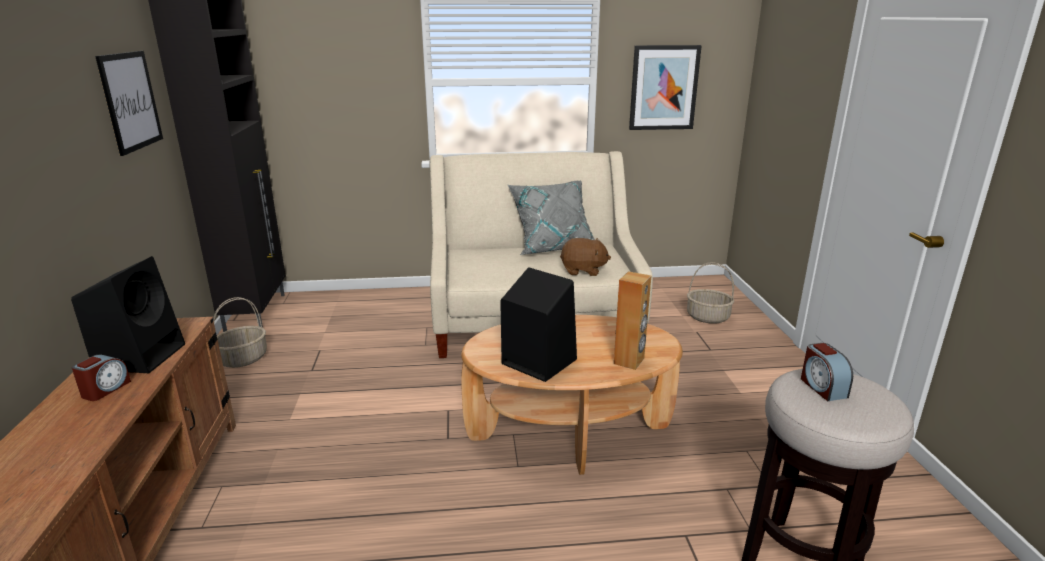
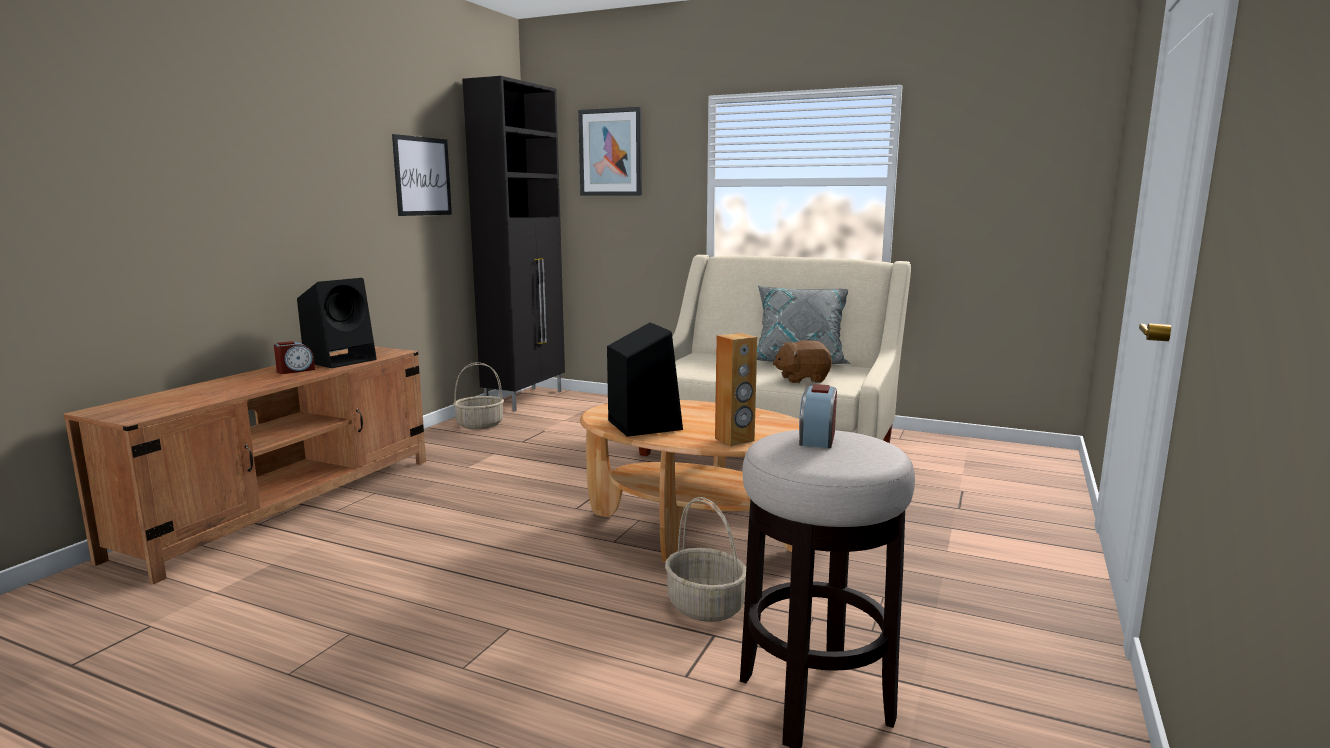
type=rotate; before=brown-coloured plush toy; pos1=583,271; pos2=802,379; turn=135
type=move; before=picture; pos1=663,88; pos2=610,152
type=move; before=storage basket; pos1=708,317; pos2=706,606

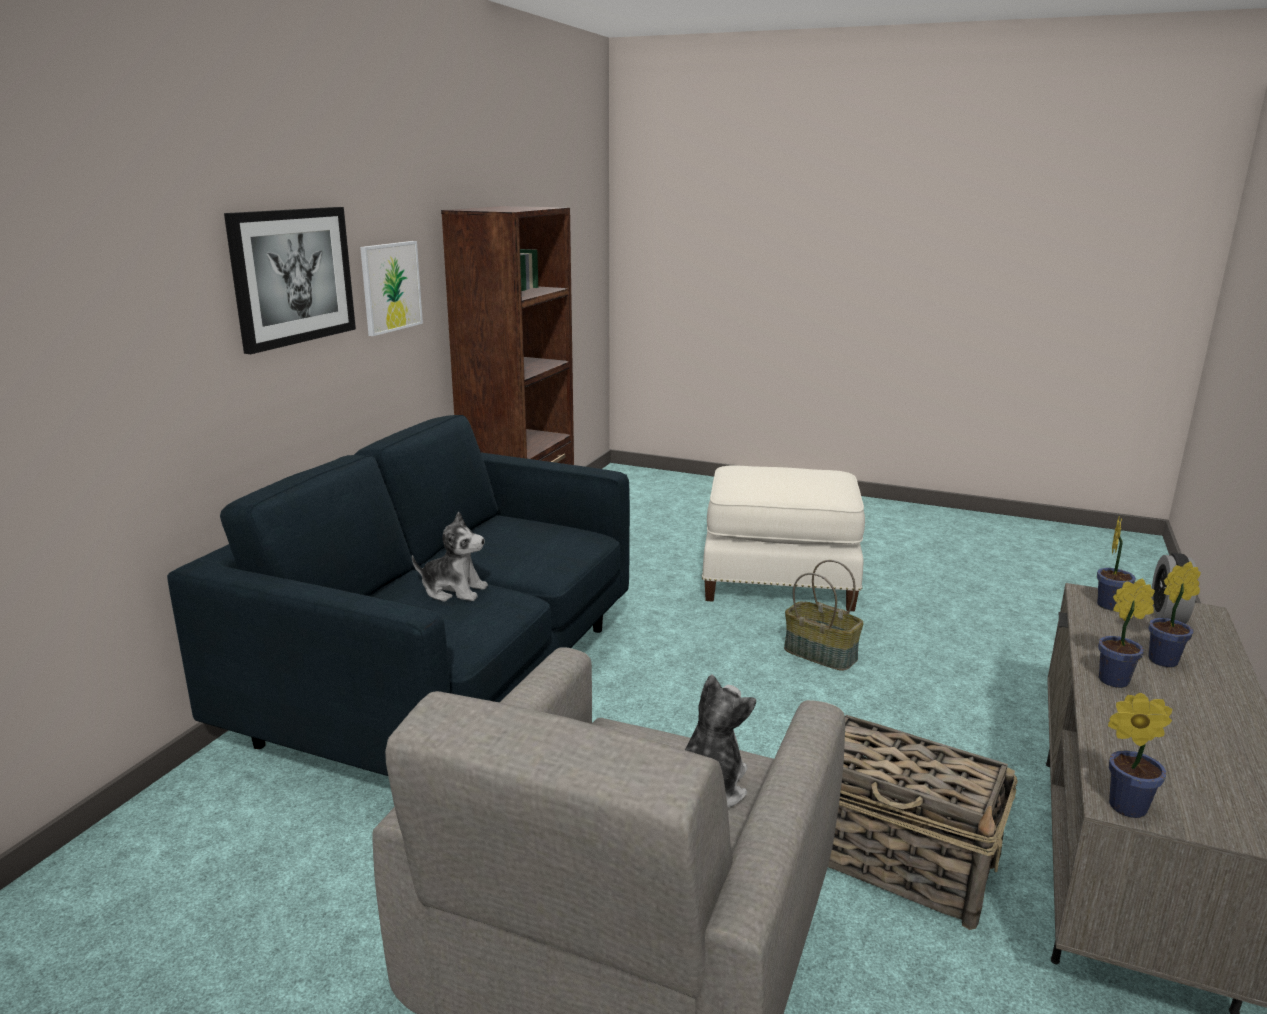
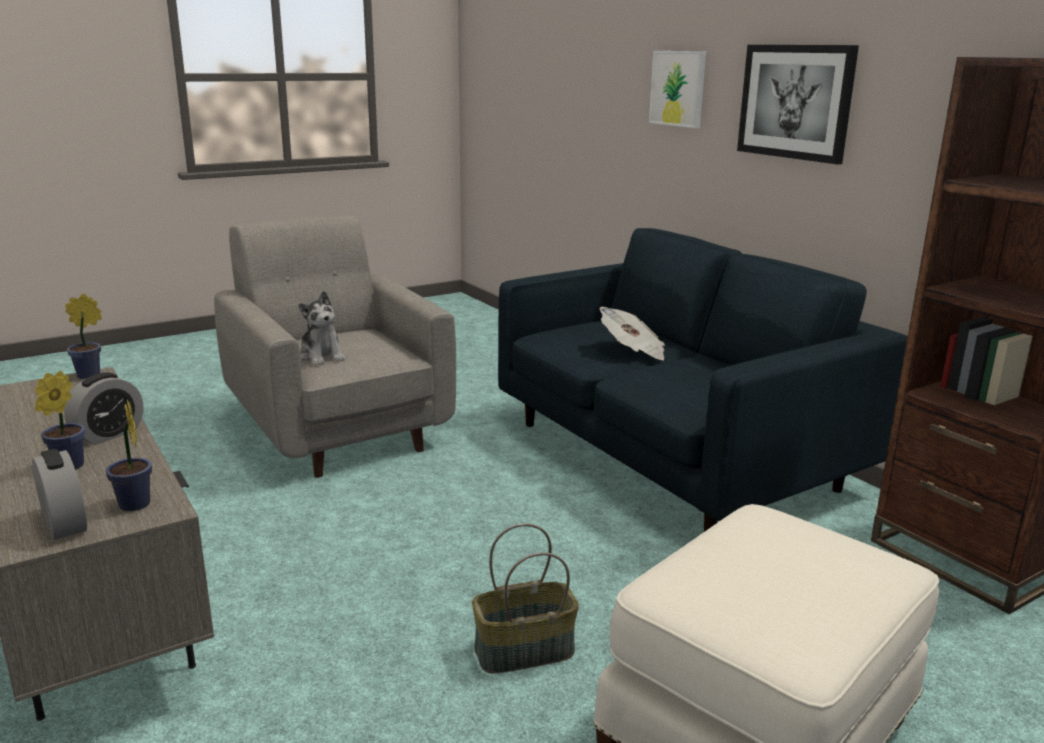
type=move; before=picture; pos1=390,287; pos2=678,88
type=replace; before=plush toy; after=printed paper; pos1=454,590; pos2=633,351
type=delete; before=storage basket; pos1=899,862
type=replace; before=houseplant; after=table clock; pos1=1117,681; pos2=108,434

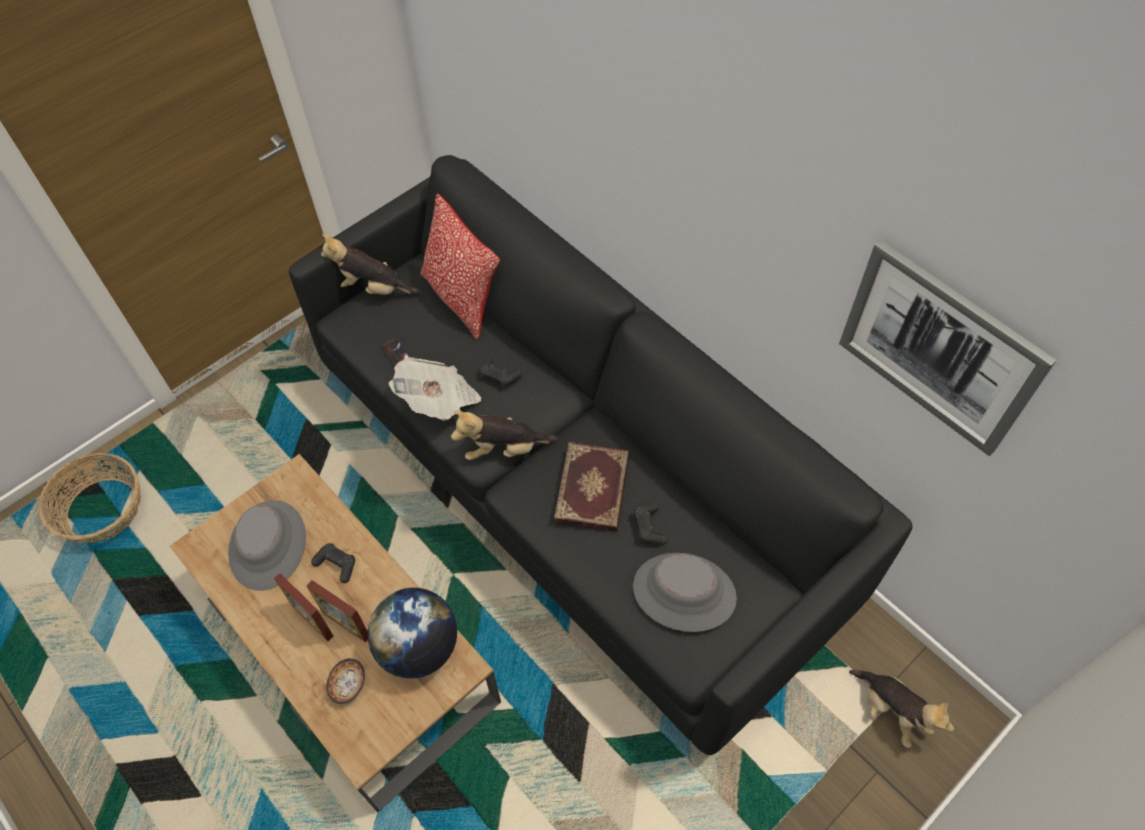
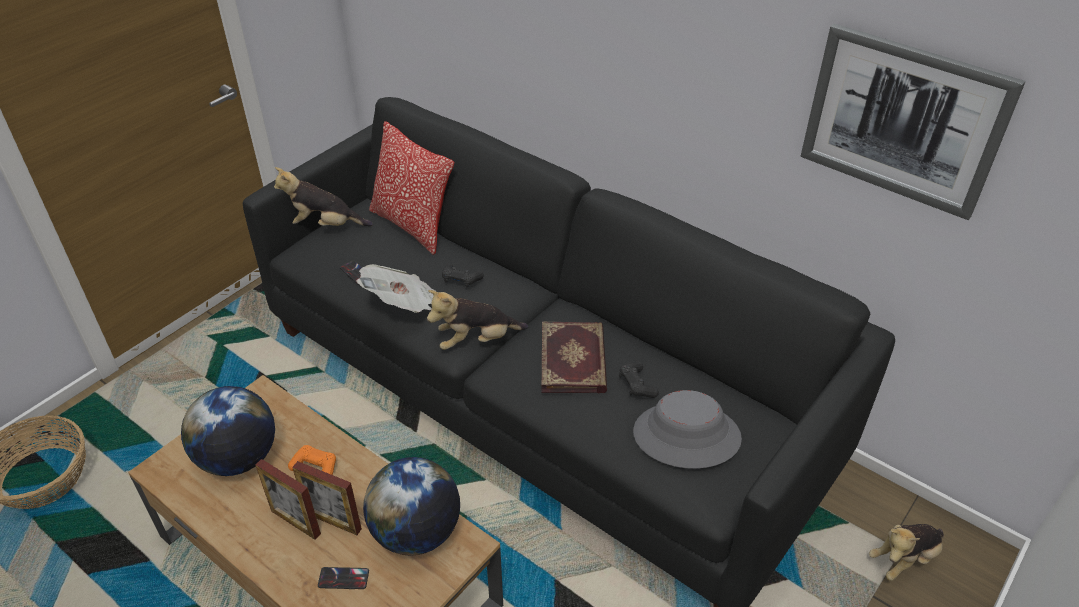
type=replace; before=greyish clothing hat; after=globe; pos1=268,545; pos2=238,458
type=recolor; before=blackish game controller; after=orange game controller; pos1=336,565; pos2=315,467
type=replace; before=deep dish; after=telephone; pos1=348,684; pos2=343,578
type=rotate; before=plush toy; pos1=891,712; pos2=904,559; turn=105

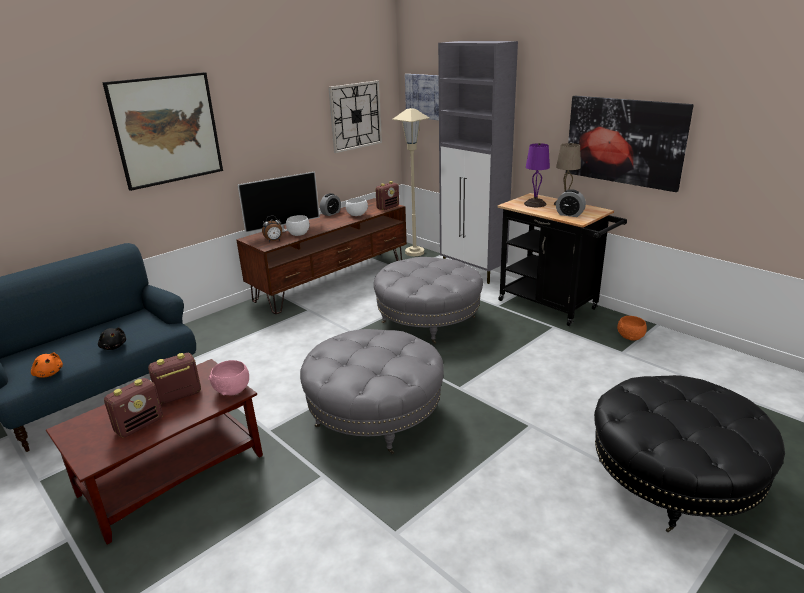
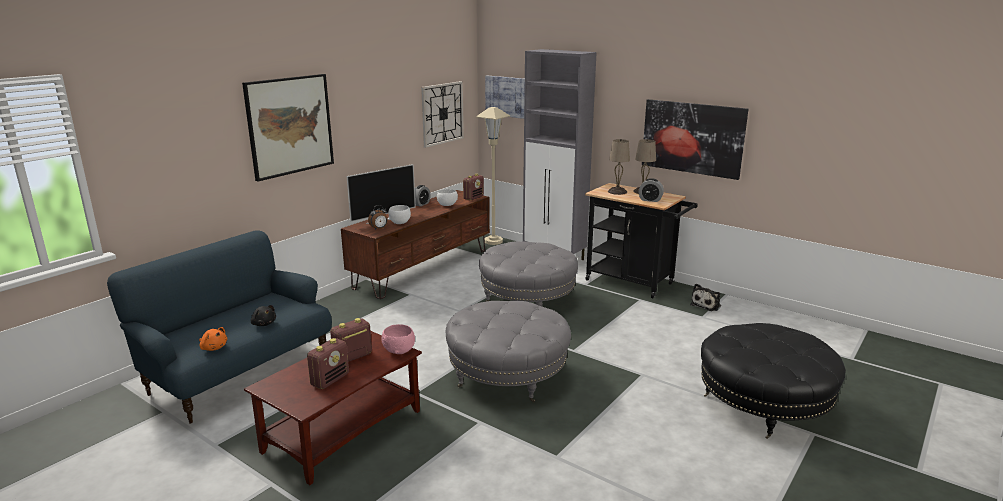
type=recolor; before=purple-coloured tabletop lamp; after=beige tabletop lamp; pos1=535,204; pos2=617,192
type=replace; before=orange deep dish; after=plush toy; pos1=631,337; pos2=706,305

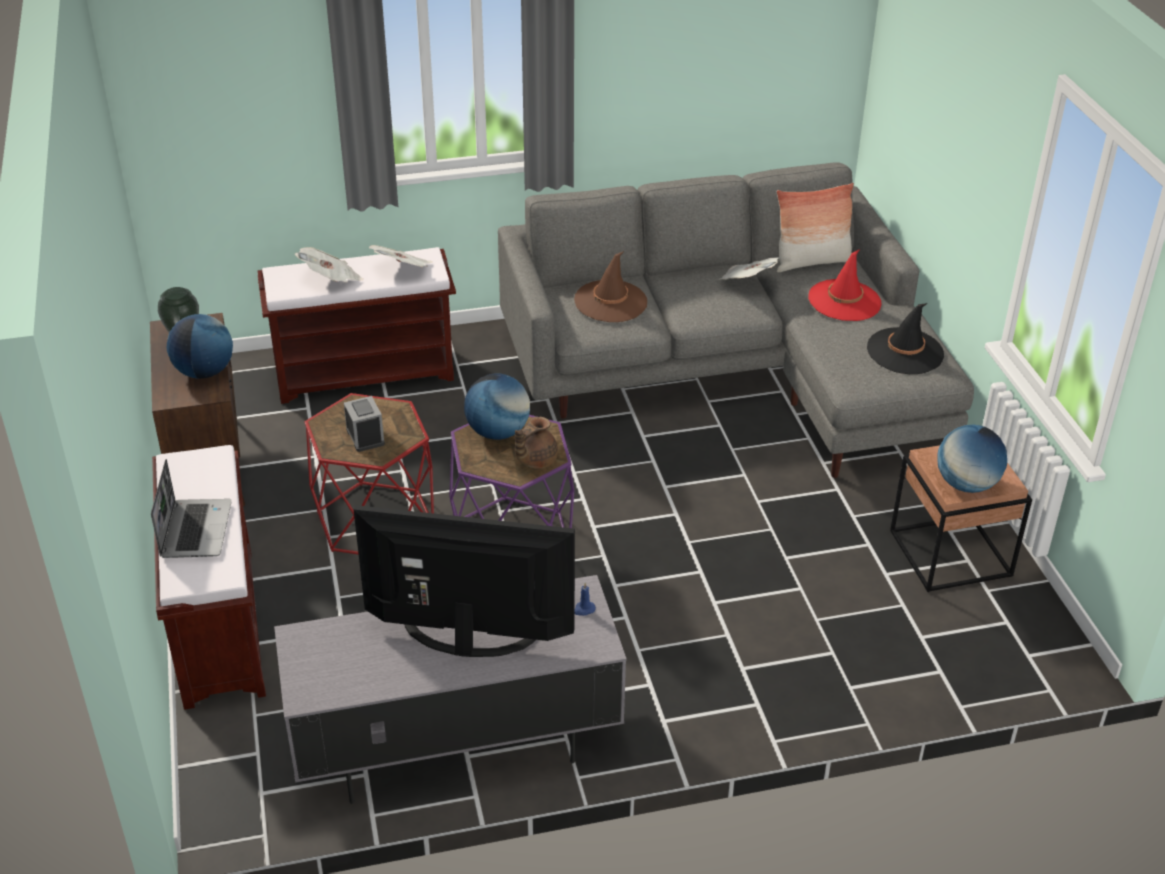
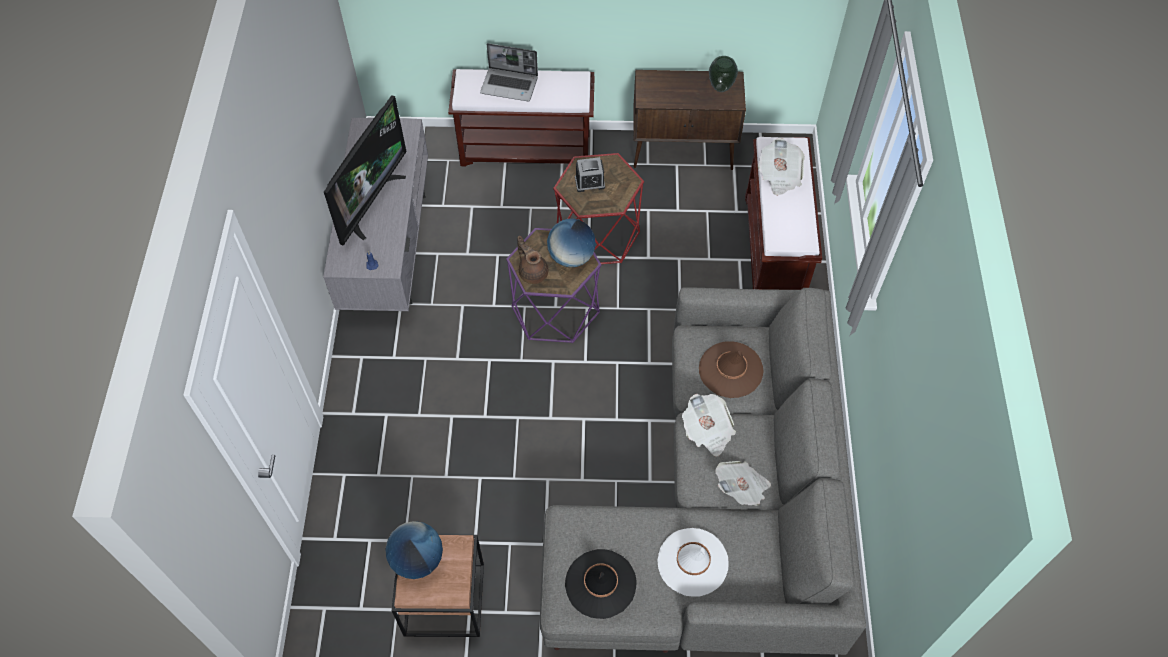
type=delete; before=globe; pos1=204,372
type=move; before=printed paper; pos1=403,270; pos2=707,431
type=delete; before=pillow; pos1=812,262
type=recolor; before=red clothing hat; after=whitish clothing hat; pos1=844,301; pos2=692,562

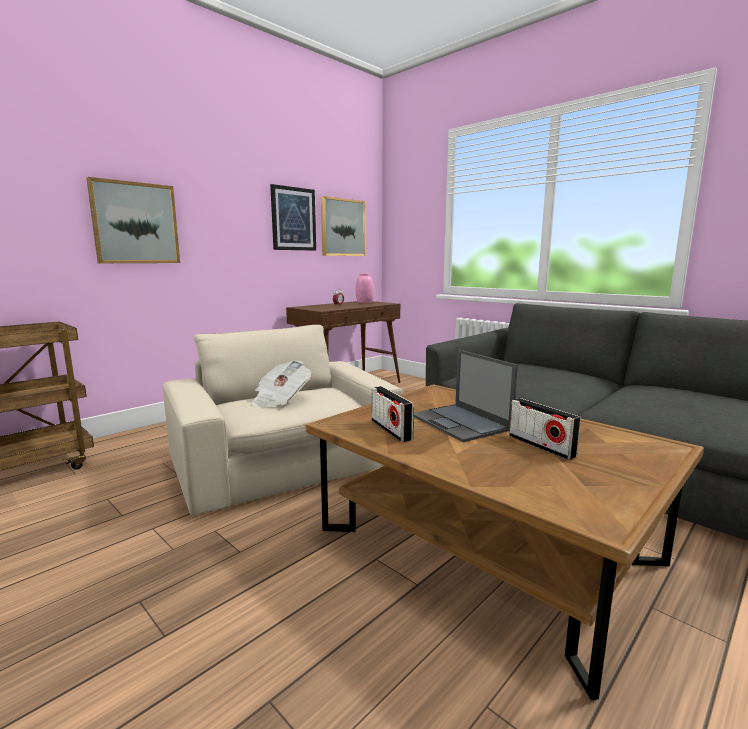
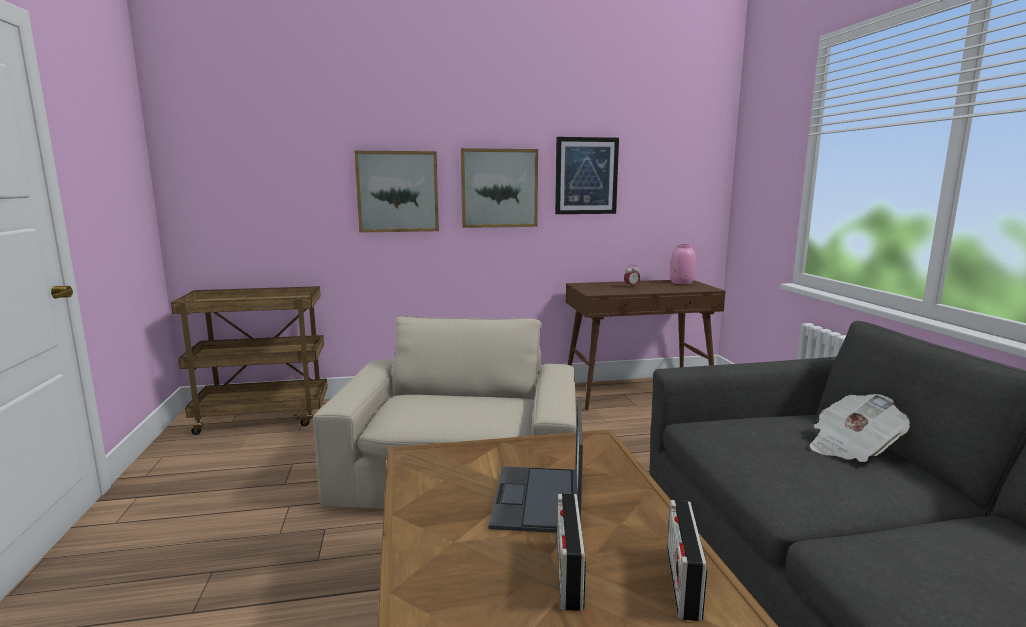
type=move; before=printed paper; pos1=280,399; pos2=851,448
type=move; before=picture; pos1=342,227; pos2=499,188
type=move; before=radio receiver; pos1=391,430; pos2=683,582

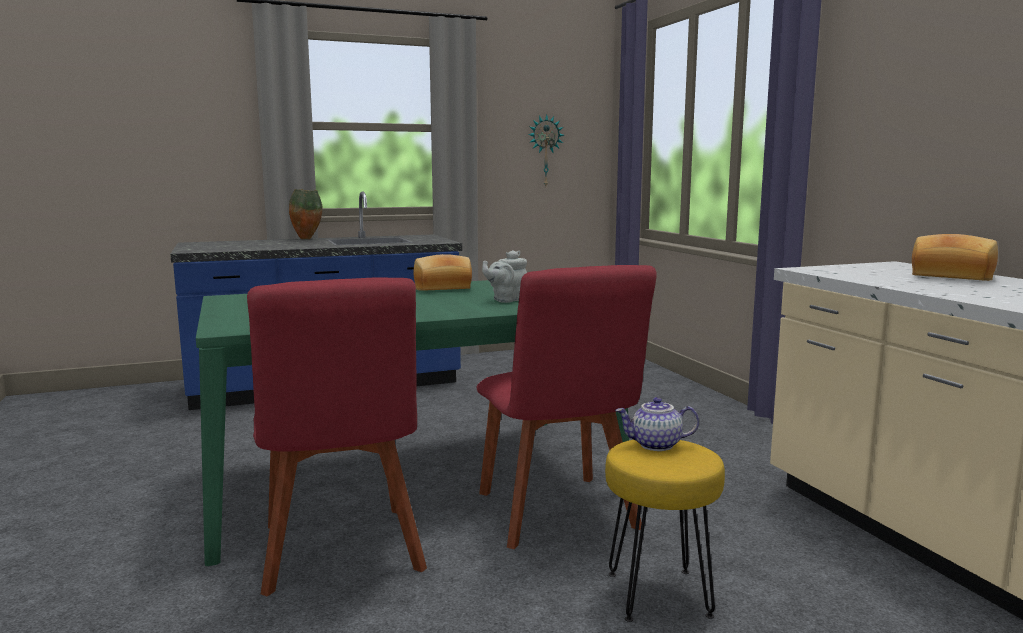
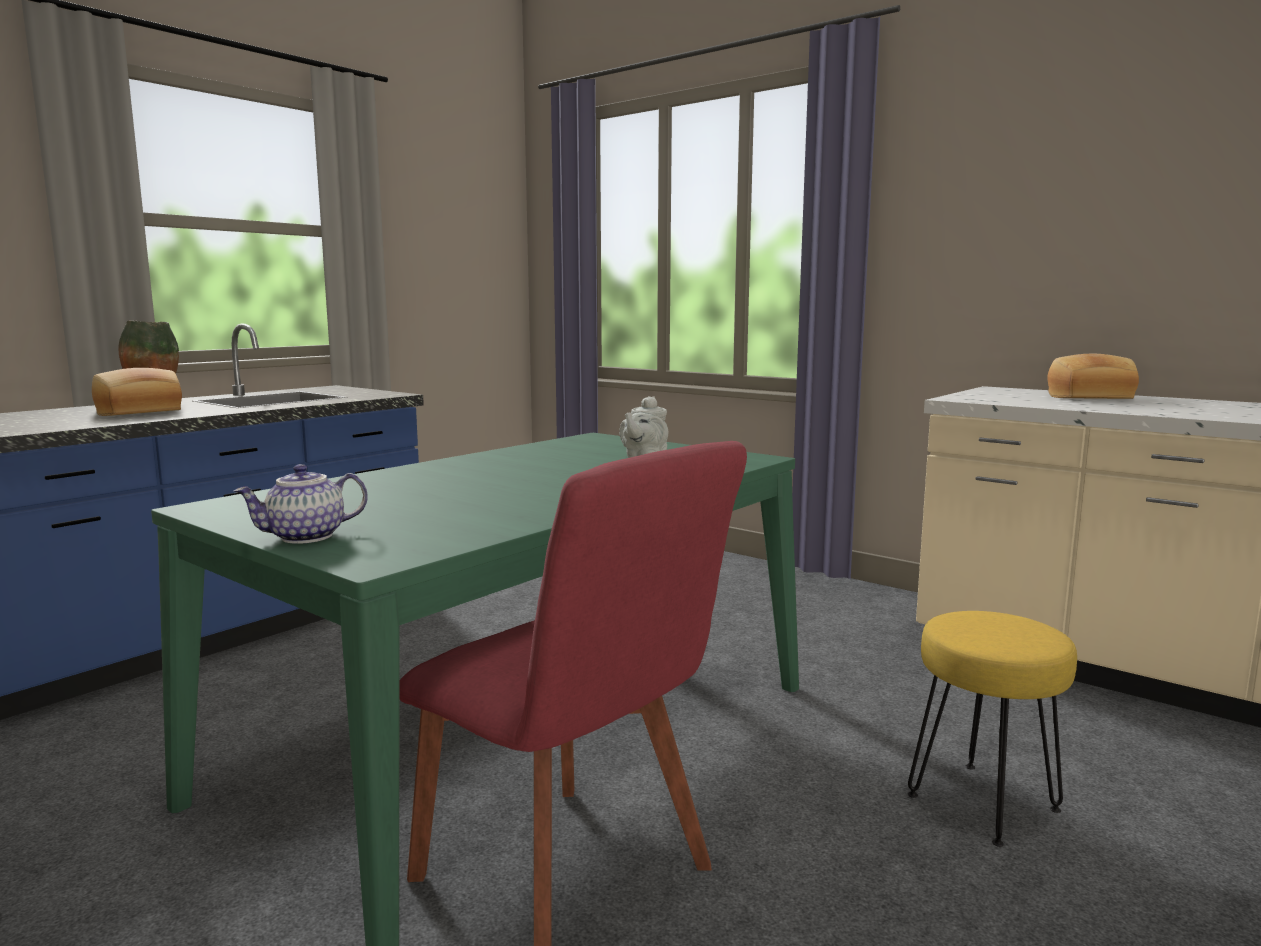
type=move; before=bakery bread; pos1=443,288; pos2=140,412
type=delete; before=red chair; pos1=558,514
type=delete; before=hanging clock; pos1=545,151
type=move; before=teapot; pos1=655,445; pos2=305,537

